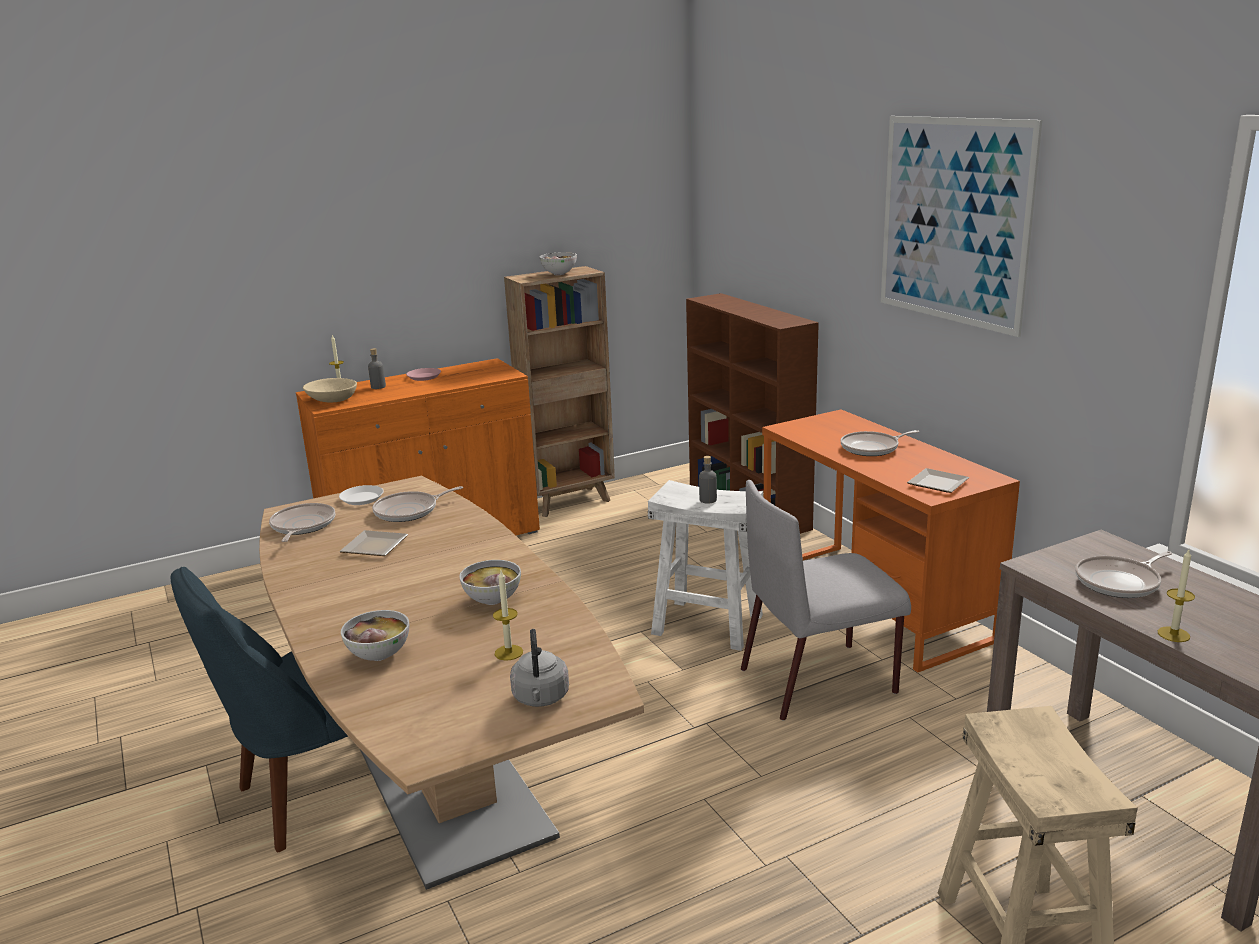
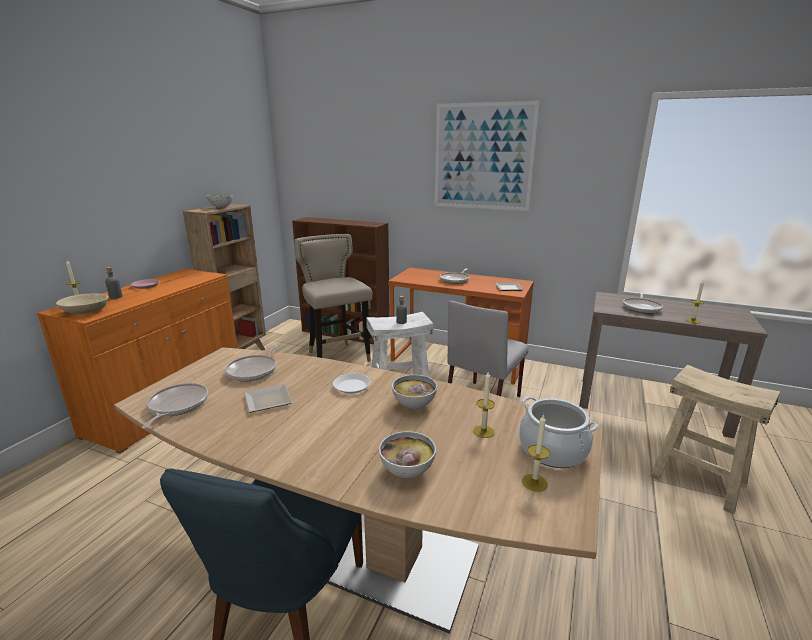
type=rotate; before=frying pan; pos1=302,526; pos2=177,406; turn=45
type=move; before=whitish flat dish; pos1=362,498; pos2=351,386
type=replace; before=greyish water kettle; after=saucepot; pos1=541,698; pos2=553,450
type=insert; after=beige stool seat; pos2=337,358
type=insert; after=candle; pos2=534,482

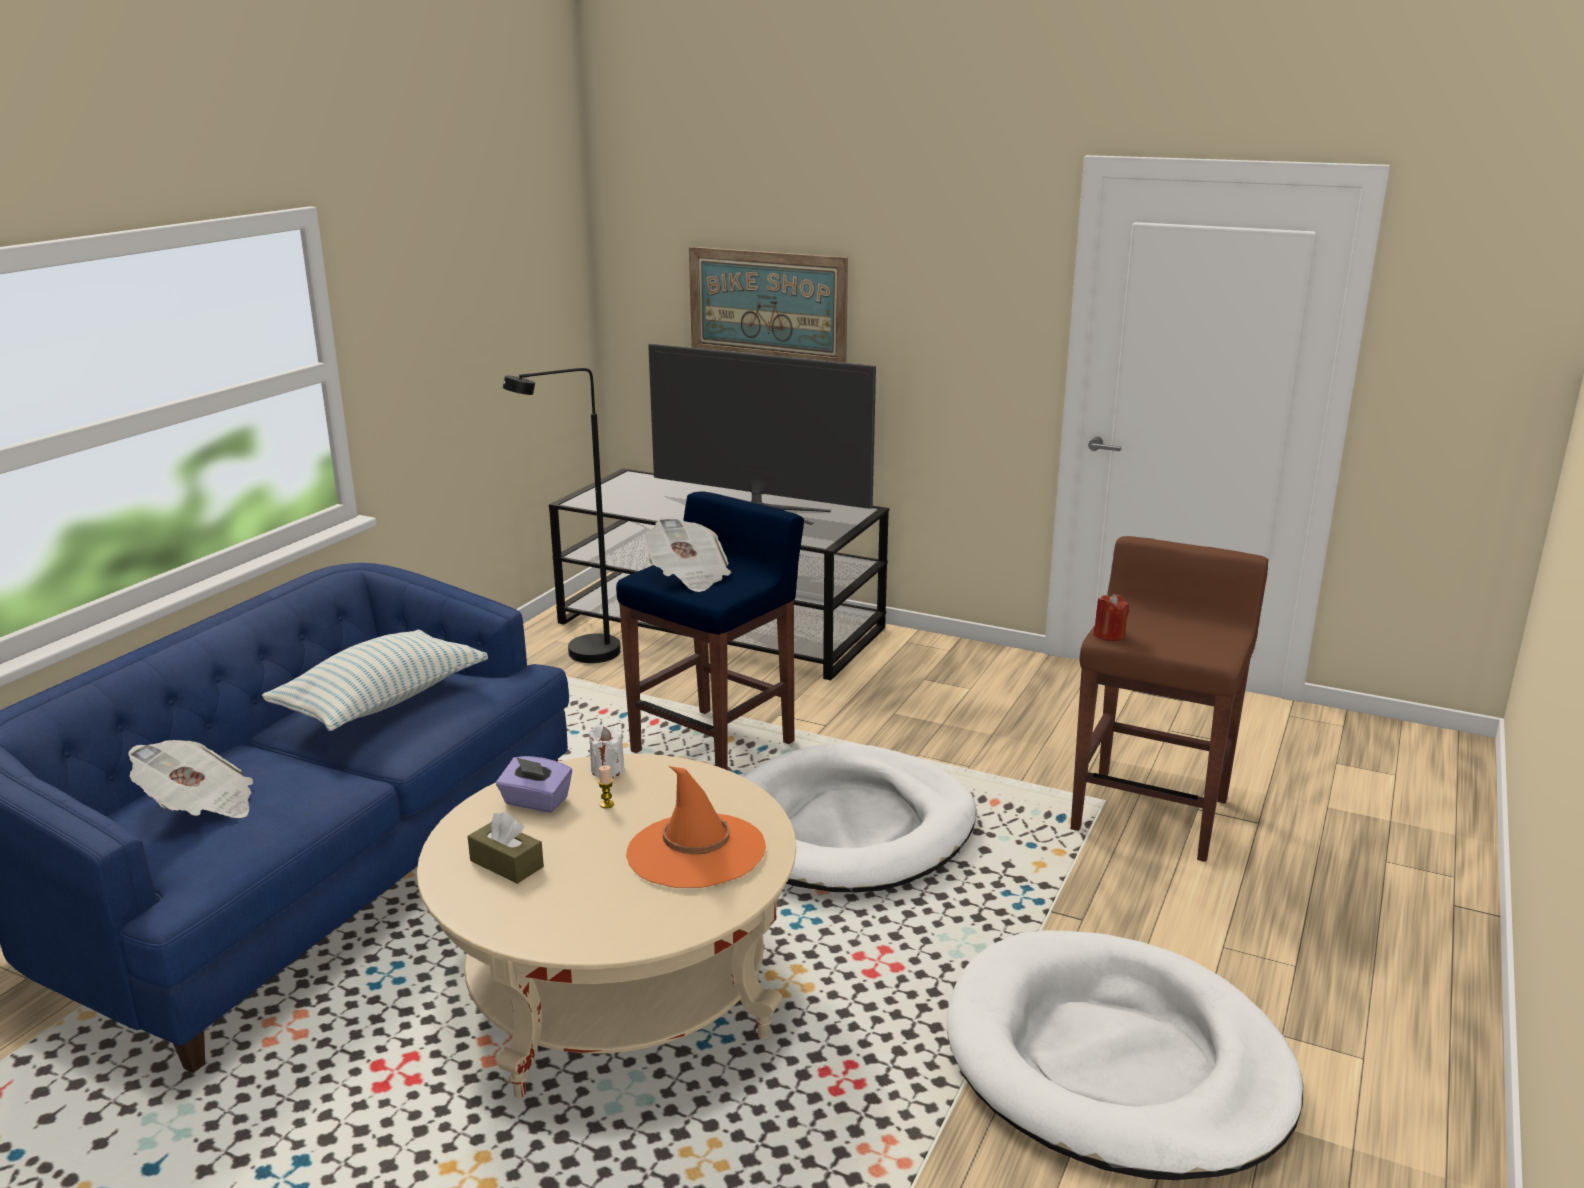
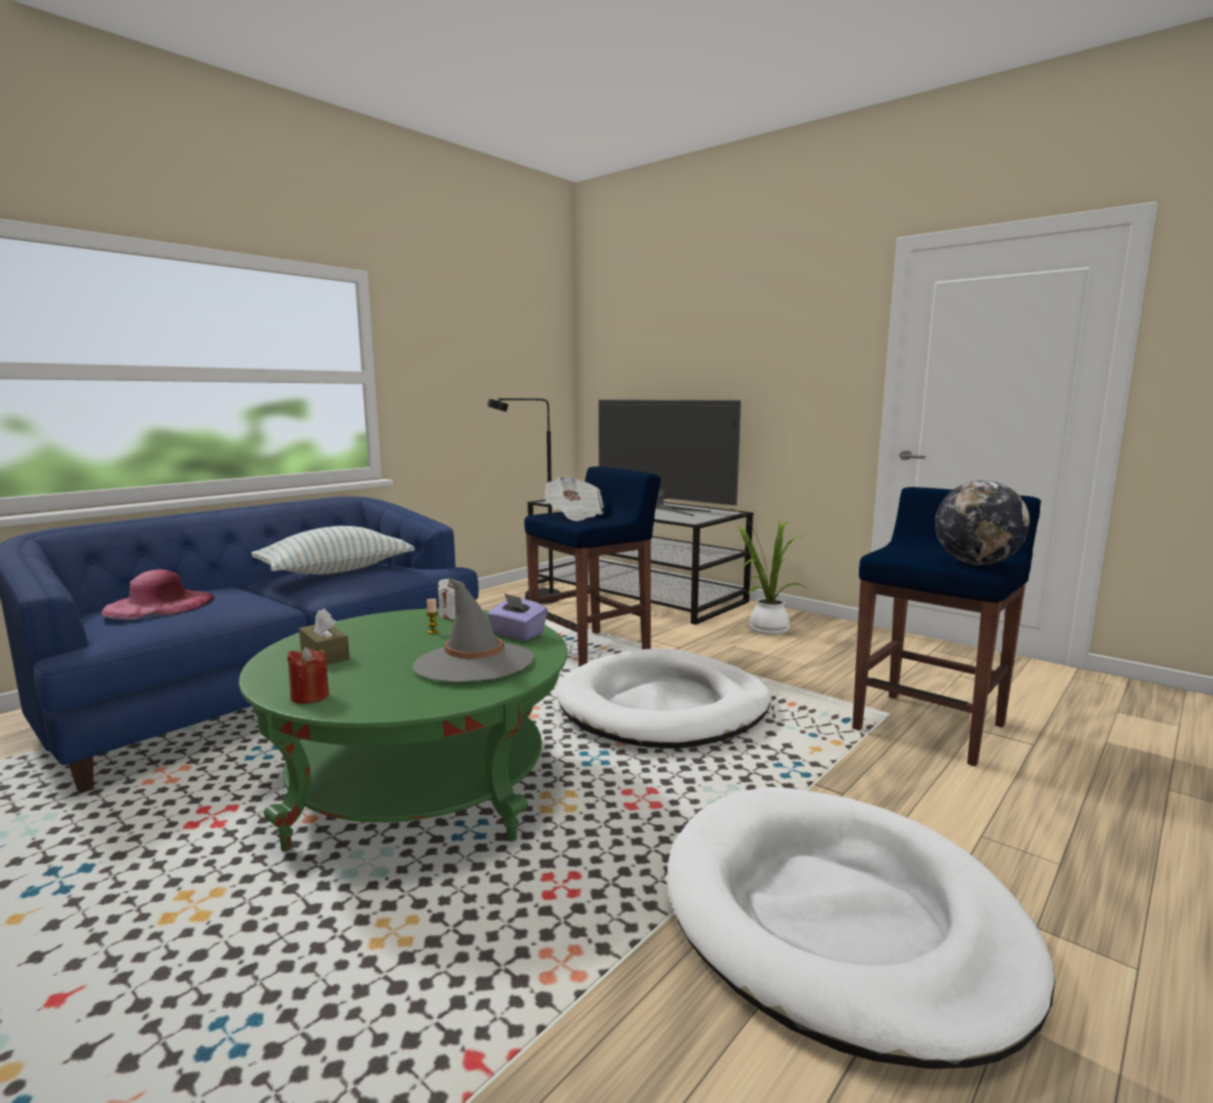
type=replace; before=printed paper; after=pinkish clothing hat; pos1=199,806; pos2=159,604
type=recolor; before=beige lounge table; after=green lounge table; pos1=618,988; pos2=420,786
type=move; before=purple-coloured tissue box; pos1=535,802; pos2=517,634
type=recolor; before=orange clothing hat; after=greyish clothing hat; pos1=696,851; pos2=474,663
type=delete; before=picture; pos1=767,306
type=recolor; before=brown-coloured stool seat; after=bluish stool seat; pos1=1151,813; pos2=930,726
type=move; before=red candle; pos1=1109,635; pos2=310,696
type=insert; after=houseplant; pos2=765,629
type=insert; after=globe; pos2=976,563

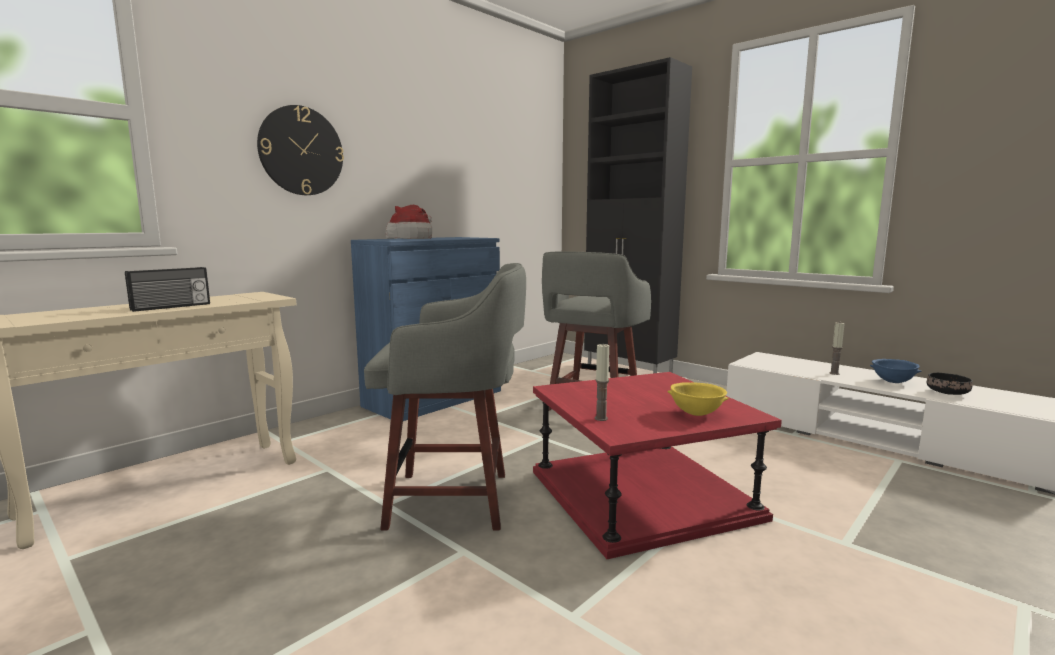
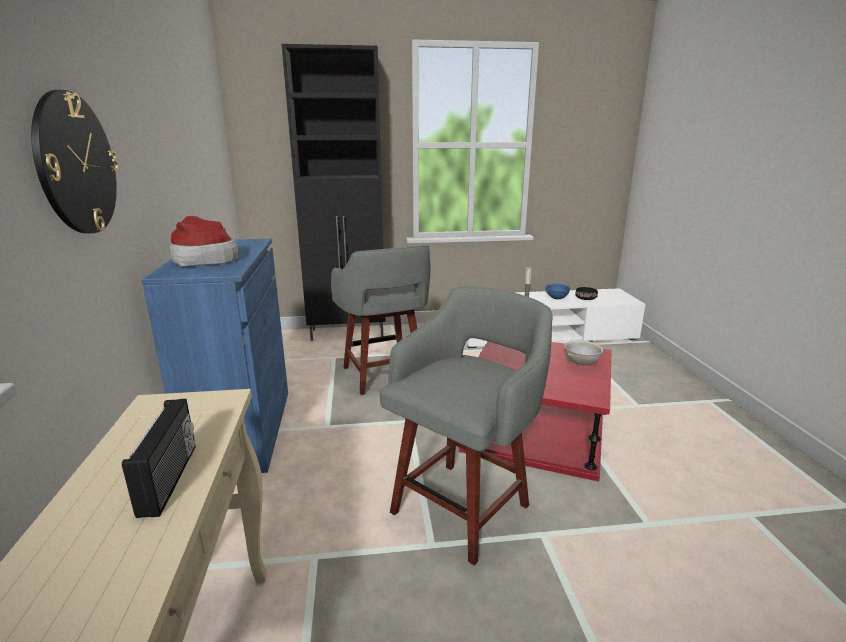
type=delete; before=candle; pos1=601,418
type=recolor; before=yellow-coloured deep dish; after=greyish deep dish; pos1=696,413; pos2=581,363

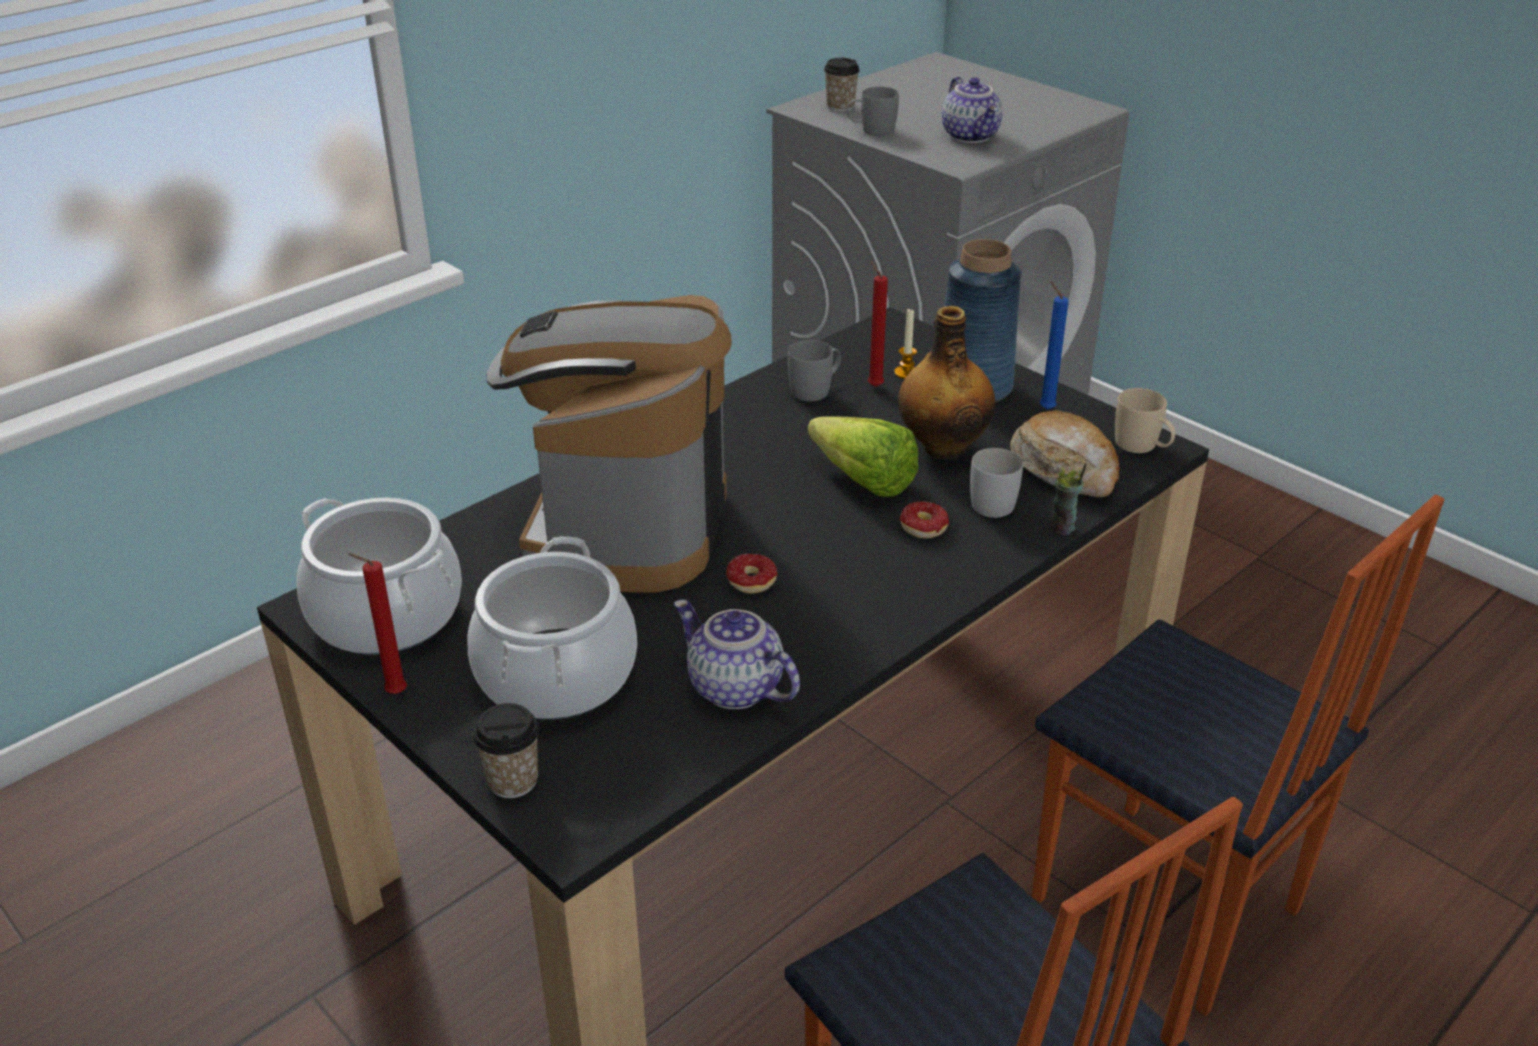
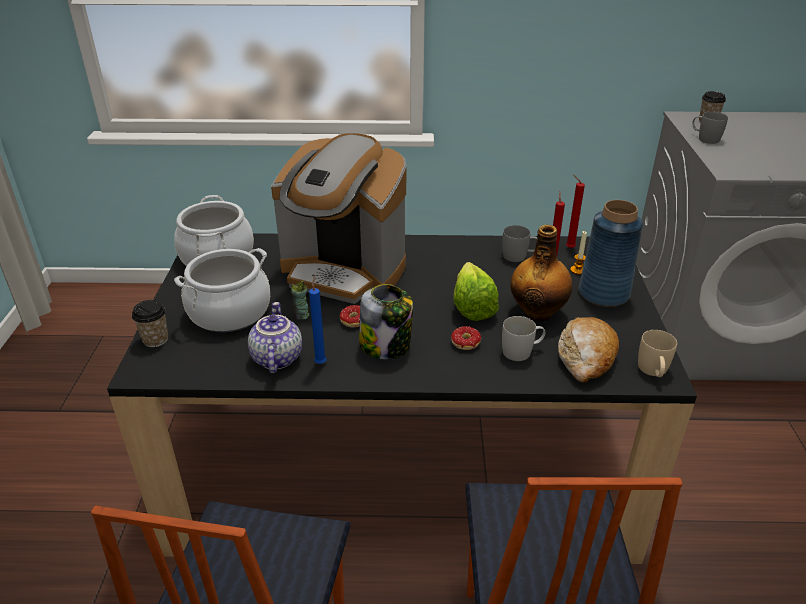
type=move; before=red candle; pos1=393,693; pos2=568,248
type=rotate; before=coffee brewer; pos1=625,527; pos2=344,271; turn=-120
type=delete; before=teapot; pos1=971,136
type=move; before=bluish candle; pos1=1045,408; pos2=321,362
type=move; before=drinking cup; pos1=1062,528; pos2=301,315
type=insert; after=storage jar; pos2=386,346

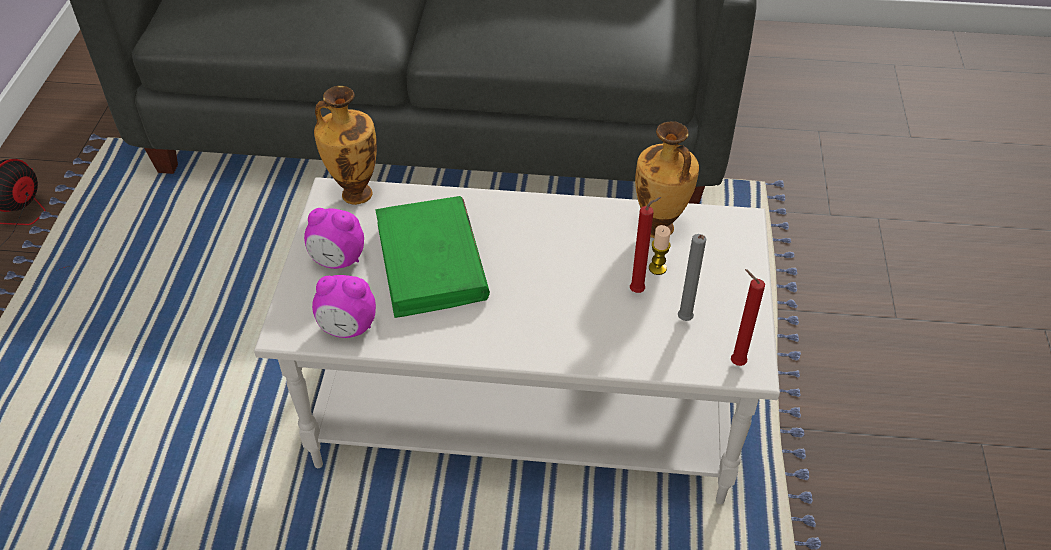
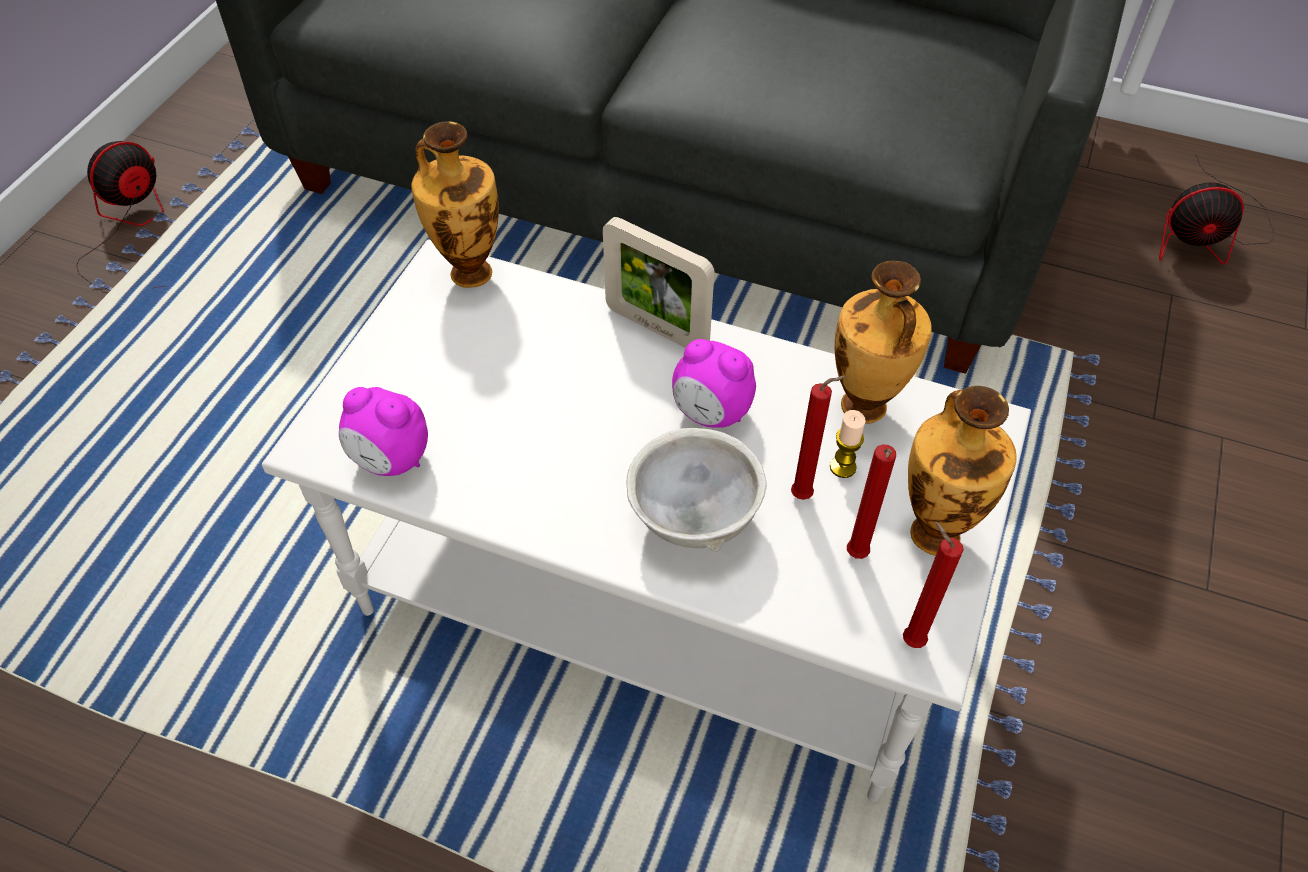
type=move; before=table clock; pos1=338,260; pos2=711,413
type=delete; before=green bound book; pos1=431,261
type=recolor; before=greyish candle; after=red candle; pos1=684,321; pos2=856,557
type=insert; after=standing frame; pos2=656,327
type=insert; after=greyish deep dish; pos2=692,519
type=insert; after=decorative vase; pos2=934,531
type=insert; after=fan; pos2=1206,234

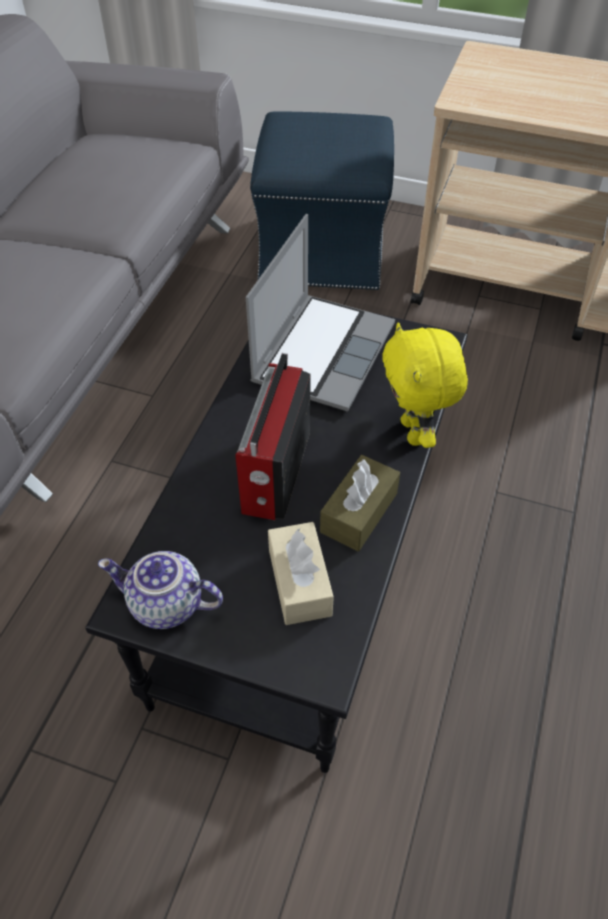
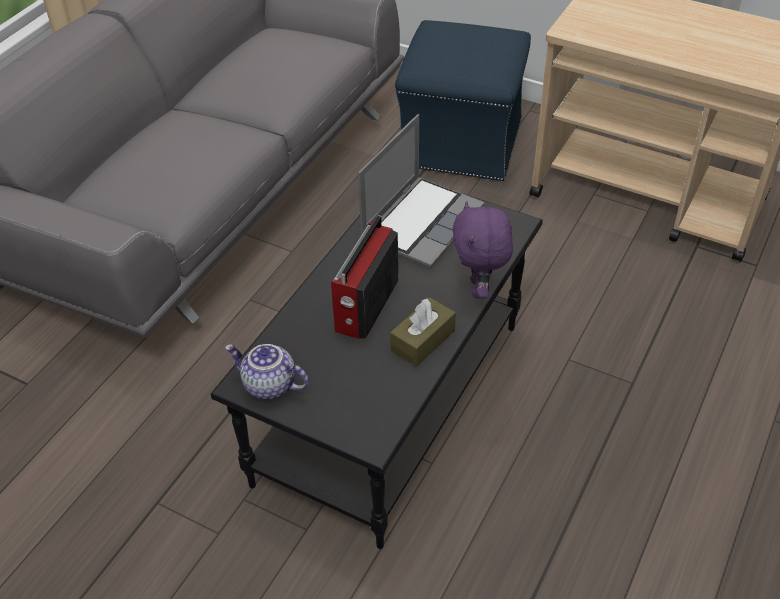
type=delete; before=beige tissue box; pos1=299,582
type=recolor; before=yellow-coloured plush toy; after=purple-coloured plush toy; pos1=415,432; pos2=480,289

